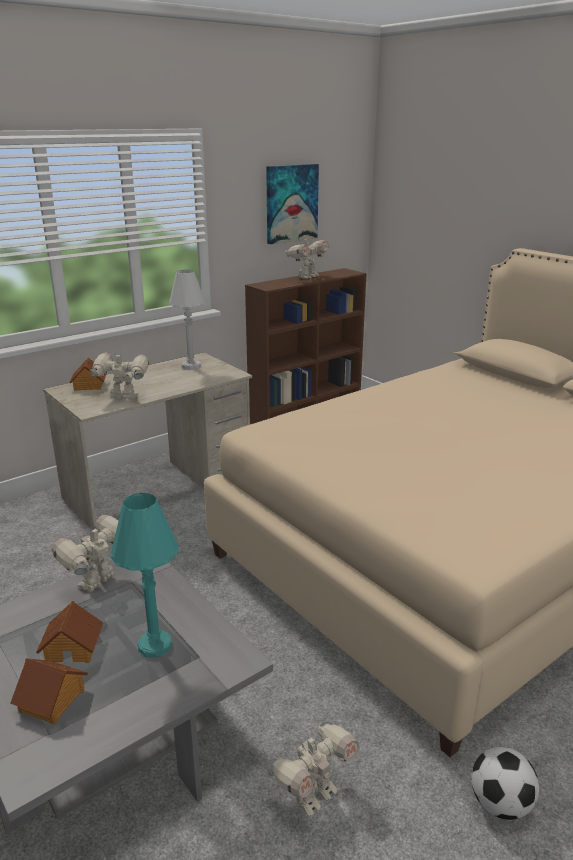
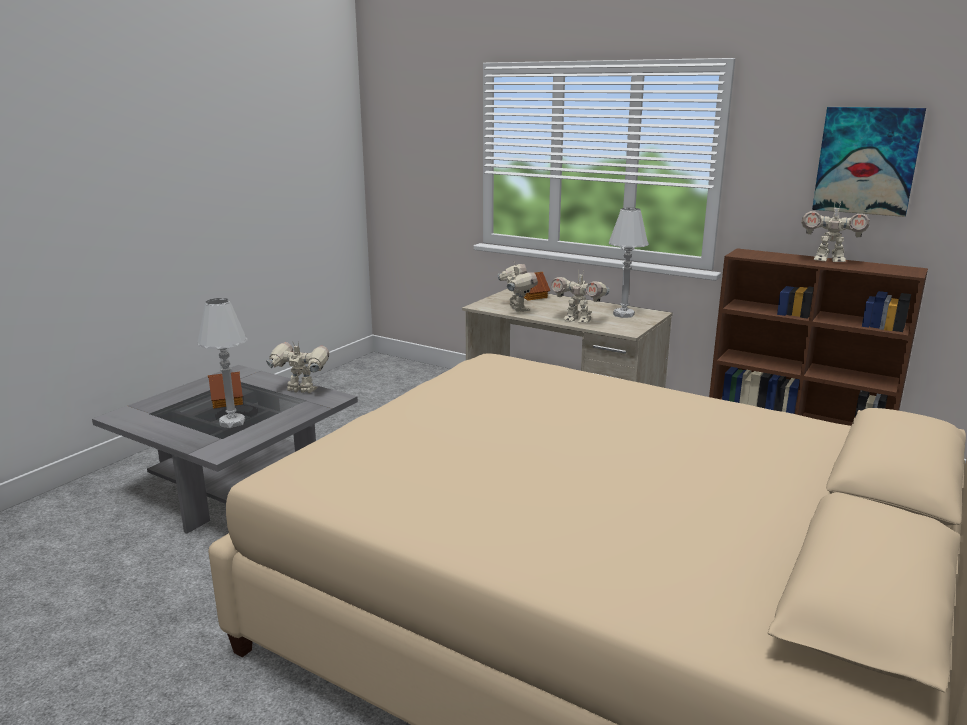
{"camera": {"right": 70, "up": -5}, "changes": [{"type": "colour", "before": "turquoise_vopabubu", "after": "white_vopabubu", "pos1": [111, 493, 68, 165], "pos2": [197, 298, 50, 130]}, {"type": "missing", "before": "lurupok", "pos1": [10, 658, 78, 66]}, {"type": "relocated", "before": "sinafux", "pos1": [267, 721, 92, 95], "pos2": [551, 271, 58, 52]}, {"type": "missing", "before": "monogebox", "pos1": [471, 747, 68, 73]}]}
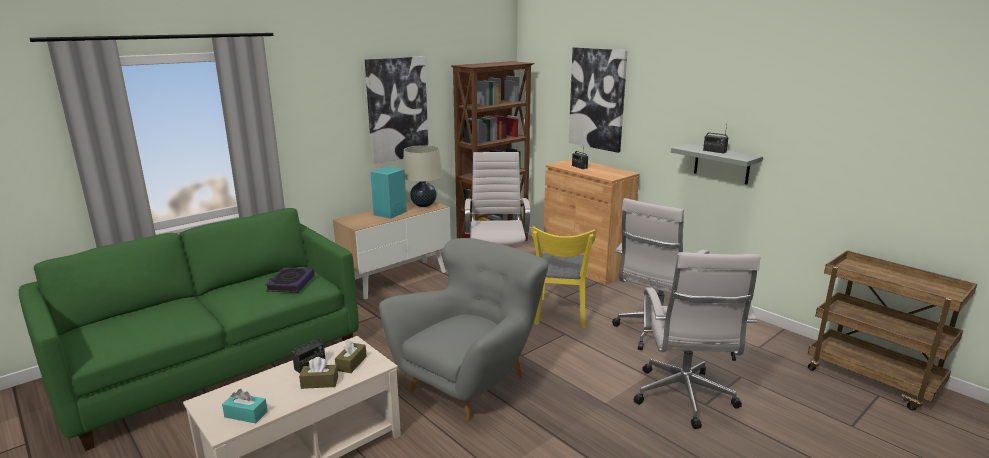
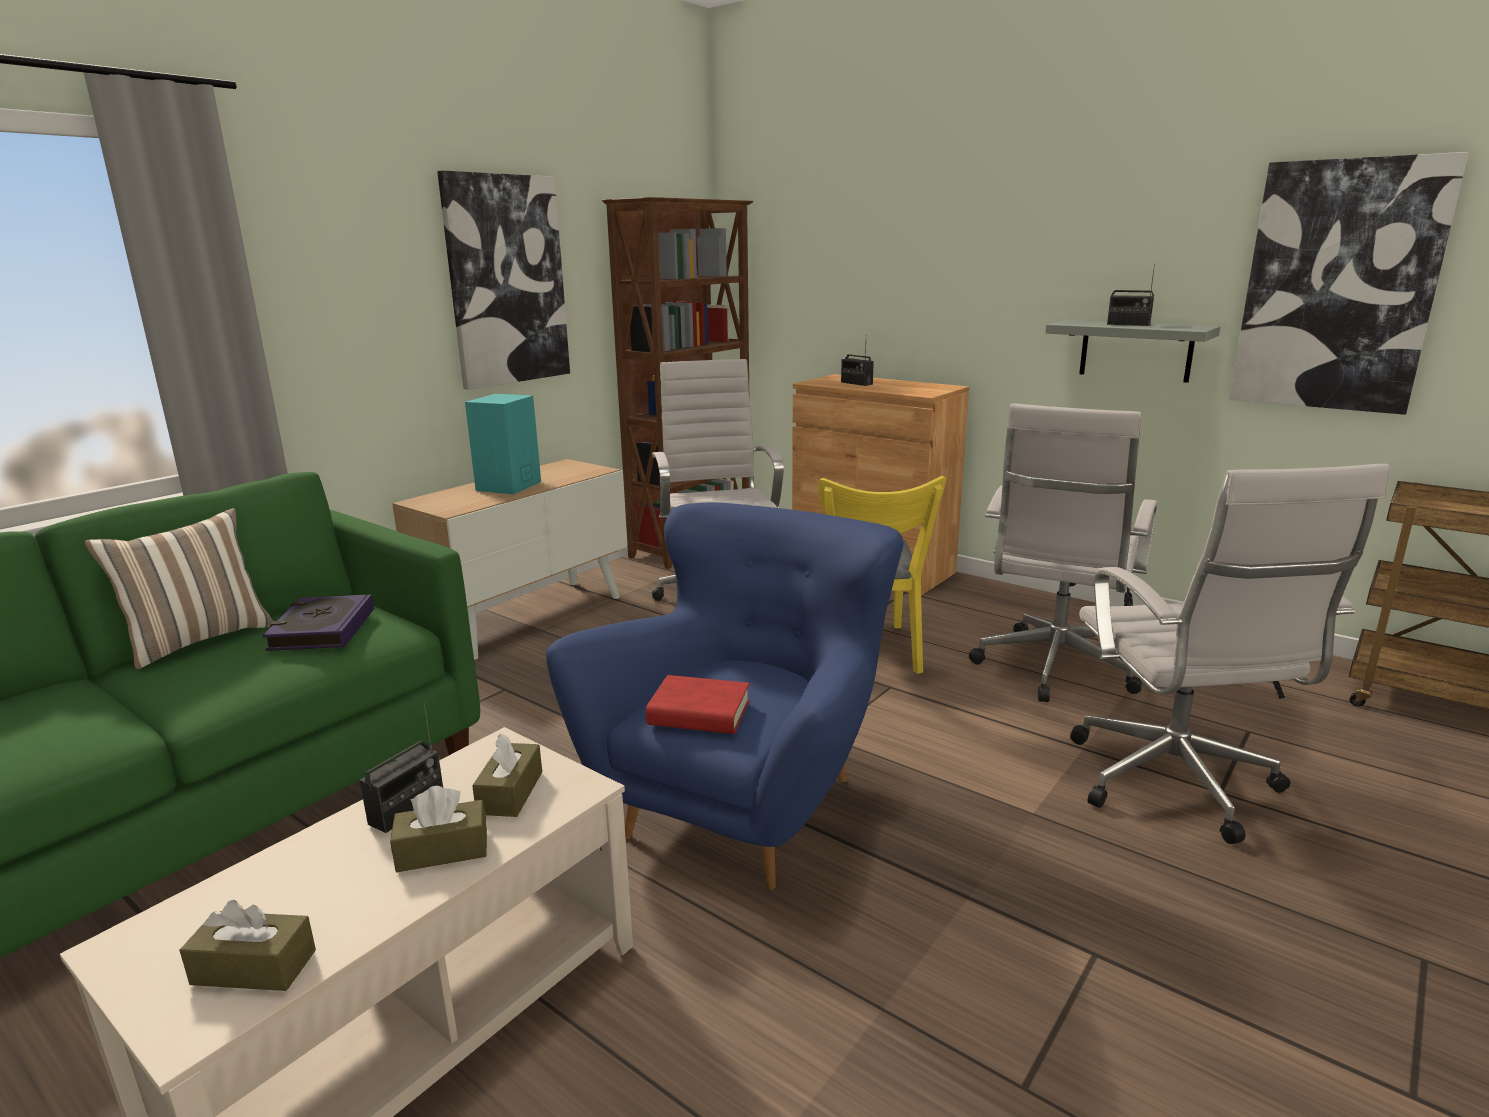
{"camera": {"right": -10, "up": 0}, "changes": [{"type": "relocated", "before": "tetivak", "pos1": [569, 47, 59, 106], "pos2": [1229, 152, 239, 263]}, {"type": "missing", "before": "beige_vopabubu", "pos1": [403, 145, 40, 62]}, {"type": "colour", "before": "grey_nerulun", "after": "blue_nerulun", "pos1": [379, 238, 169, 183], "pos2": [546, 502, 357, 388]}, {"type": "colour", "before": "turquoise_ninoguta", "after": "brown_ninoguta", "pos1": [222, 389, 46, 34], "pos2": [179, 900, 137, 91]}, {"type": "appeared", "after": "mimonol", "pos2": [85, 508, 188, 161]}, {"type": "appeared", "after": "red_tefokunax", "pos2": [646, 675, 104, 59]}]}
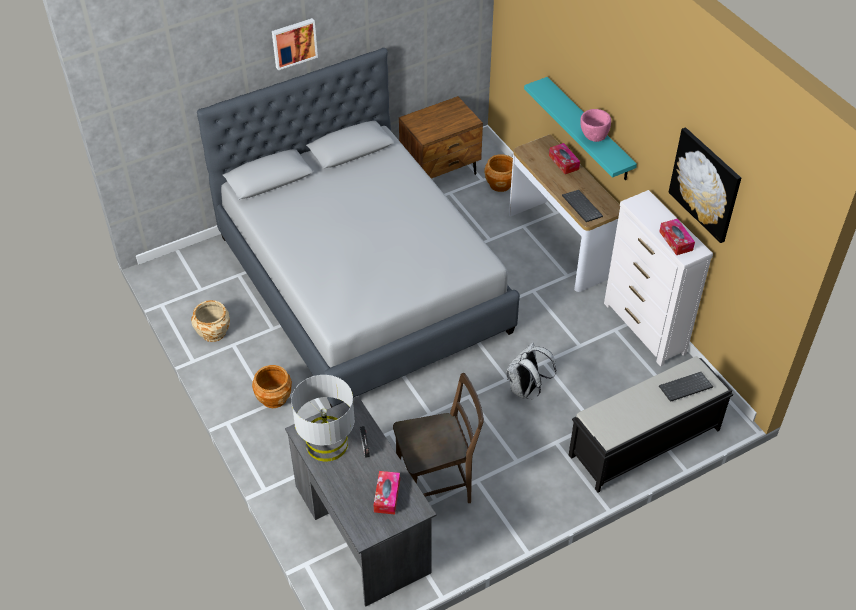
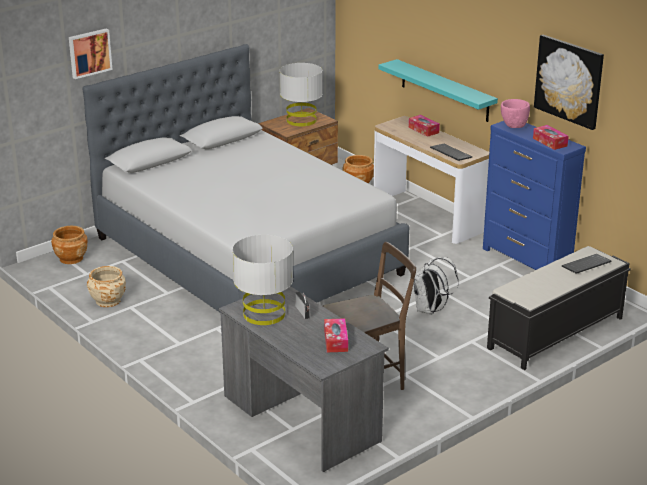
{"camera": {"right": -10, "up": -20}, "changes": [{"type": "relocated", "before": "tetivak", "pos1": [272, 18, 46, 52], "pos2": [69, 28, 44, 51]}, {"type": "relocated", "before": "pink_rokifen", "pos1": [580, 109, 31, 33], "pos2": [501, 99, 29, 29]}, {"type": "colour", "before": "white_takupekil", "after": "blue_takupekil", "pos1": [604, 190, 109, 176], "pos2": [483, 121, 103, 149]}, {"type": "relocated", "before": "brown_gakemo", "pos1": [252, 365, 40, 43], "pos2": [51, 226, 36, 38]}, {"type": "appeared", "after": "grey_vopabubu", "pos2": [280, 63, 42, 63]}]}
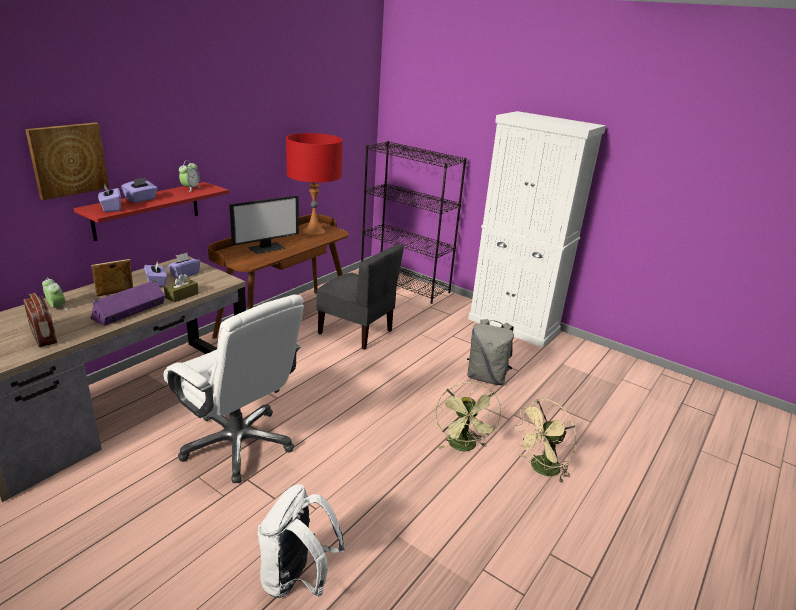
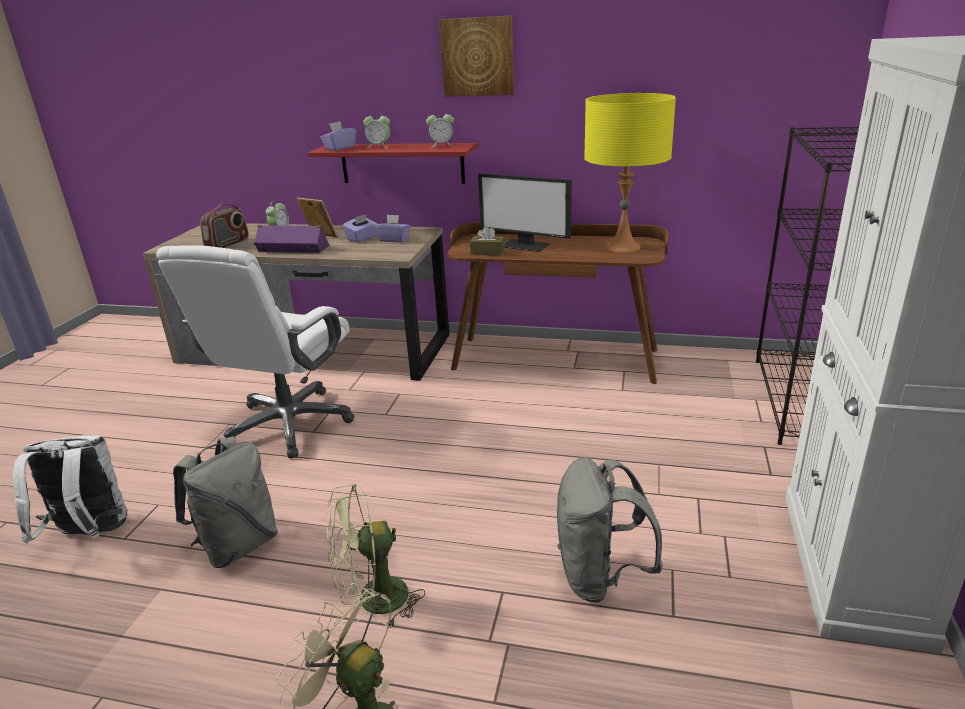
{"camera": {"right": 70, "up": 0}, "changes": [{"type": "relocated", "before": "tetivak", "pos1": [25, 122, 84, 78], "pos2": [439, 16, 75, 80]}, {"type": "colour", "before": "red_vopabubu", "after": "yellow_vopabubu", "pos1": [286, 133, 57, 102], "pos2": [584, 93, 92, 160]}, {"type": "exchanged", "before": "purple_ninoguta", "after": "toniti", "pos1": [121, 177, 37, 26], "pos2": [363, 111, 27, 37]}, {"type": "missing", "before": "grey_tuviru", "pos1": [316, 244, 88, 106]}, {"type": "relocated", "before": "brown_ninoguta", "pos1": [164, 274, 35, 29], "pos2": [470, 226, 35, 29]}, {"type": "appeared", "after": "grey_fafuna", "pos2": [173, 436, 105, 132]}]}
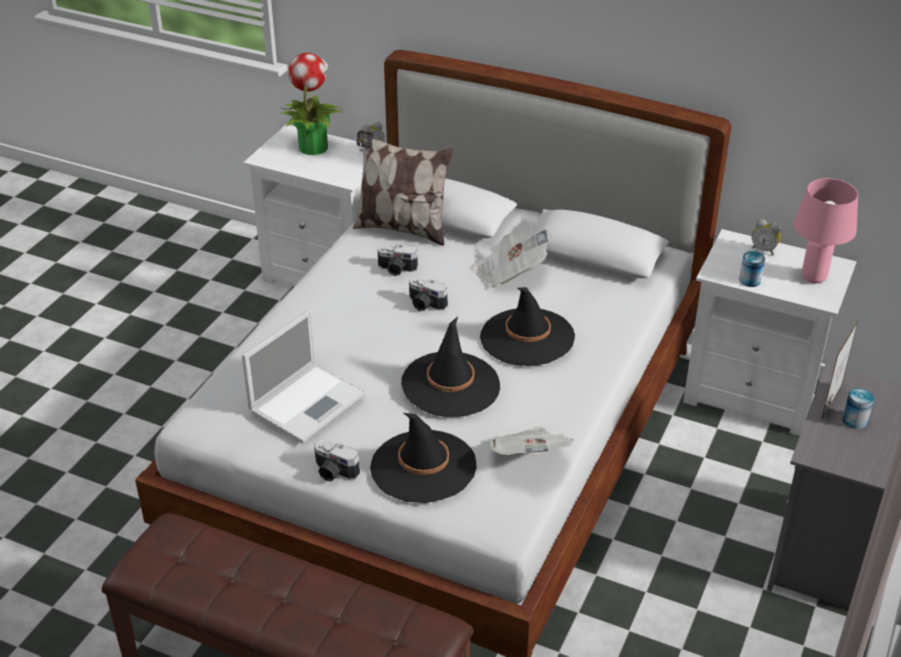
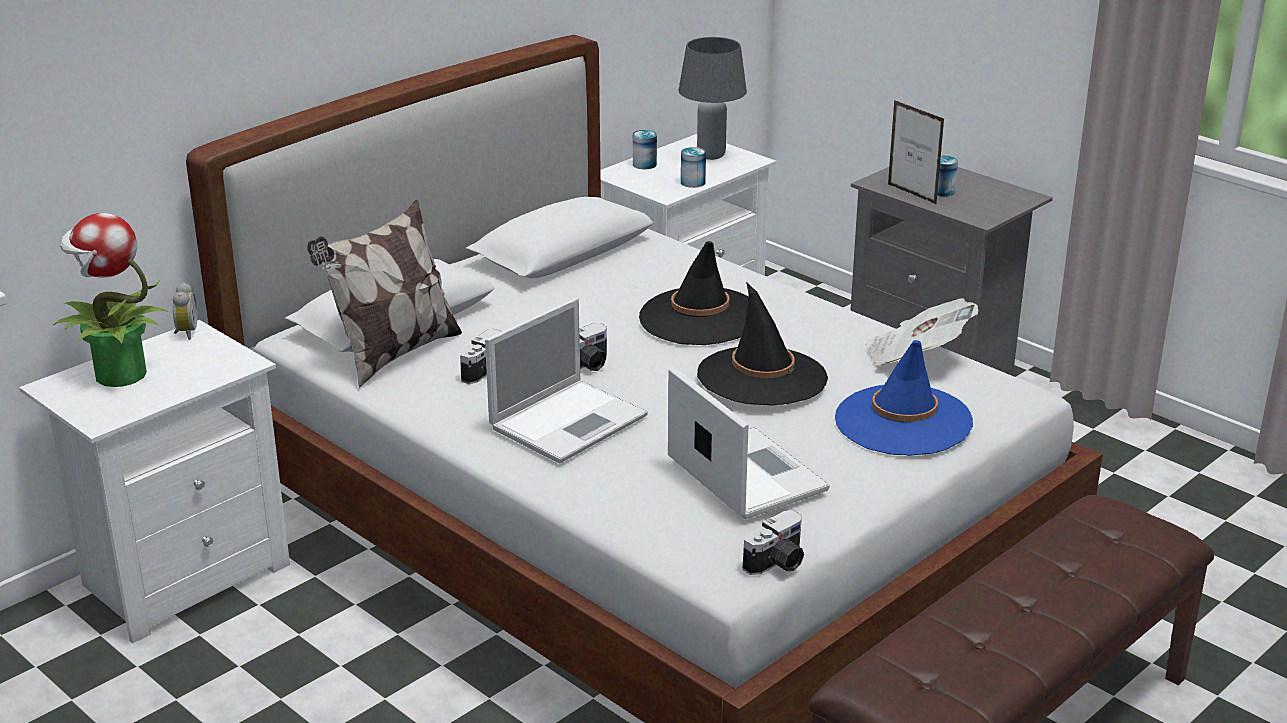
{"camera": {"right": -70, "up": -10}, "changes": [{"type": "colour", "before": "pink_vopabubu", "after": "grey_vopabubu", "pos1": [793, 178, 65, 106], "pos2": [679, 37, 68, 123]}, {"type": "exchanged", "before": "toniti", "after": "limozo", "pos1": [752, 219, 29, 37], "pos2": [633, 130, 24, 39]}, {"type": "missing", "before": "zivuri", "pos1": [473, 225, 79, 63]}, {"type": "colour", "before": "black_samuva", "after": "blue_samuva", "pos1": [370, 413, 107, 90], "pos2": [835, 340, 138, 116]}, {"type": "relocated", "before": "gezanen", "pos1": [314, 440, 46, 41], "pos2": [742, 510, 62, 65]}, {"type": "appeared", "after": "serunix", "pos2": [485, 298, 163, 166]}]}
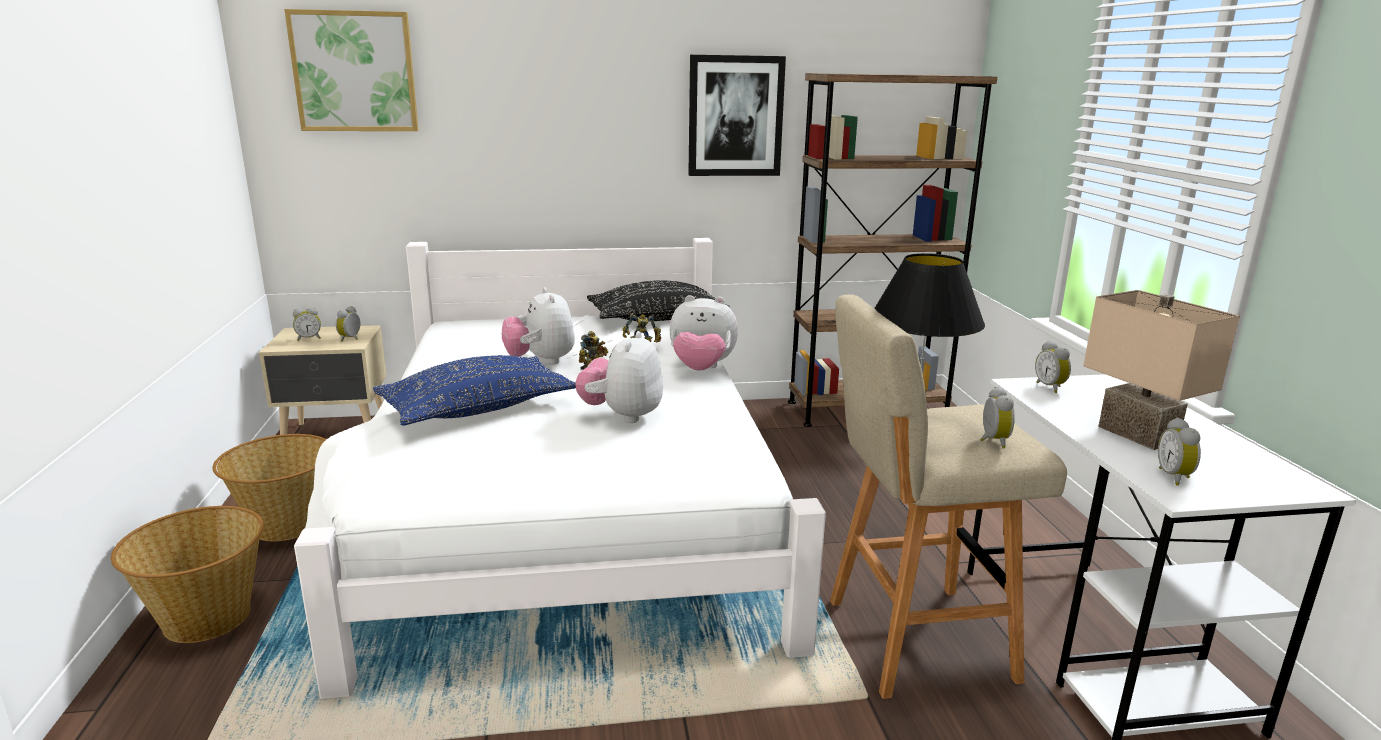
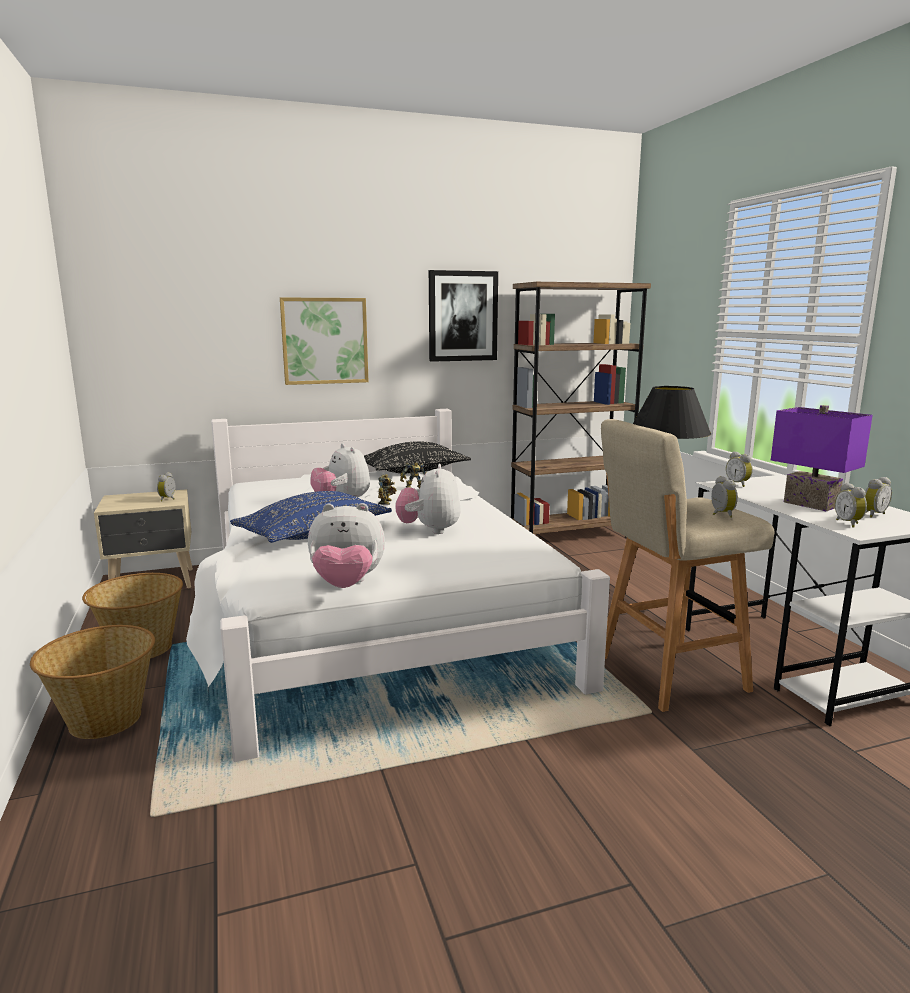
{"camera": {"right": -10, "up": -5}, "changes": [{"type": "relocated", "before": "tetivak", "pos1": [284, 9, 135, 122], "pos2": [280, 297, 89, 88]}, {"type": "colour", "before": "beige_vopabubu", "after": "purple_vopabubu", "pos1": [1083, 290, 157, 160], "pos2": [771, 405, 102, 106]}, {"type": "relocated", "before": "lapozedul", "pos1": [670, 295, 68, 76], "pos2": [308, 503, 77, 85]}, {"type": "relocated", "before": "toniti", "pos1": [293, 307, 28, 34], "pos2": [865, 477, 27, 41]}]}
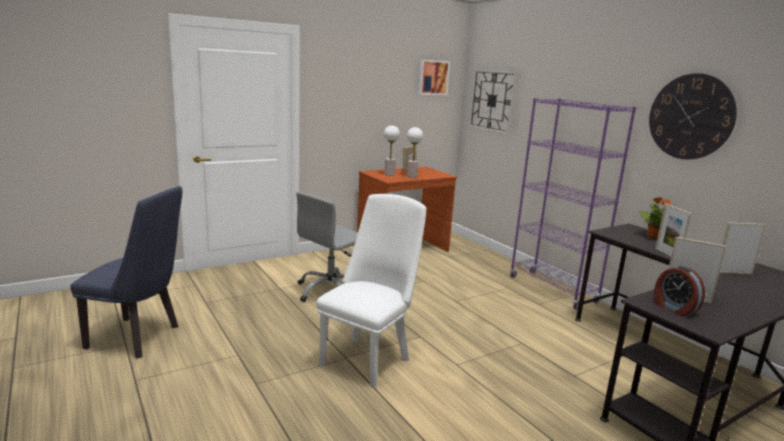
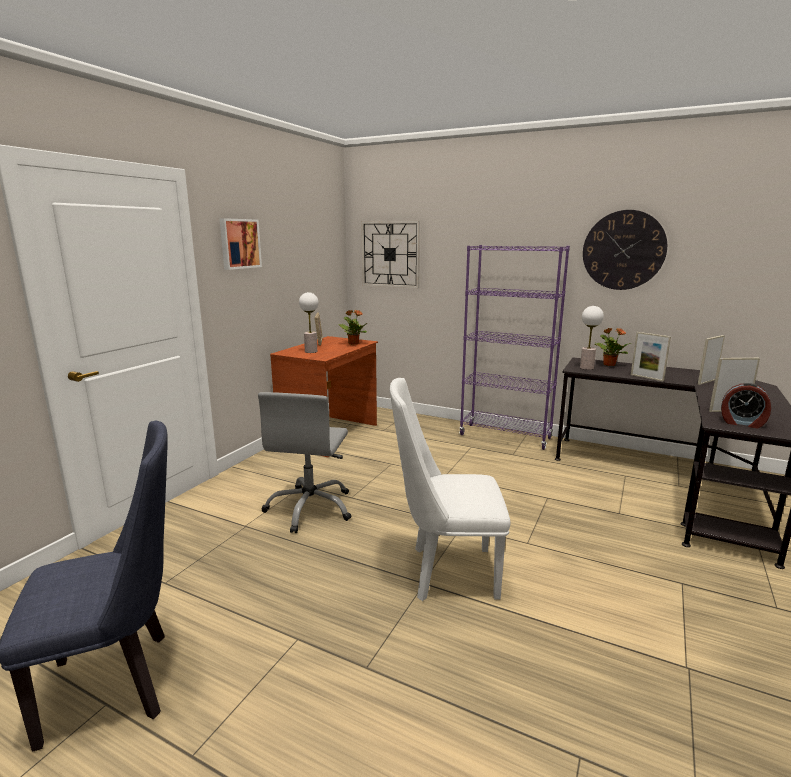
{"camera": {"right": -30, "up": 0}, "changes": [{"type": "relocated", "before": "tetivak", "pos1": [418, 60, 32, 35], "pos2": [219, 218, 43, 52]}, {"type": "relocated", "before": "vopabubu", "pos1": [407, 127, 16, 51], "pos2": [580, 306, 24, 64]}, {"type": "spun", "before": "white_tuviru", "pos1": [316, 194, 110, 194], "pos2": [390, 378, 120, 223], "turn": -90}, {"type": "appeared", "after": "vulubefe", "pos2": [338, 310, 29, 35]}]}
